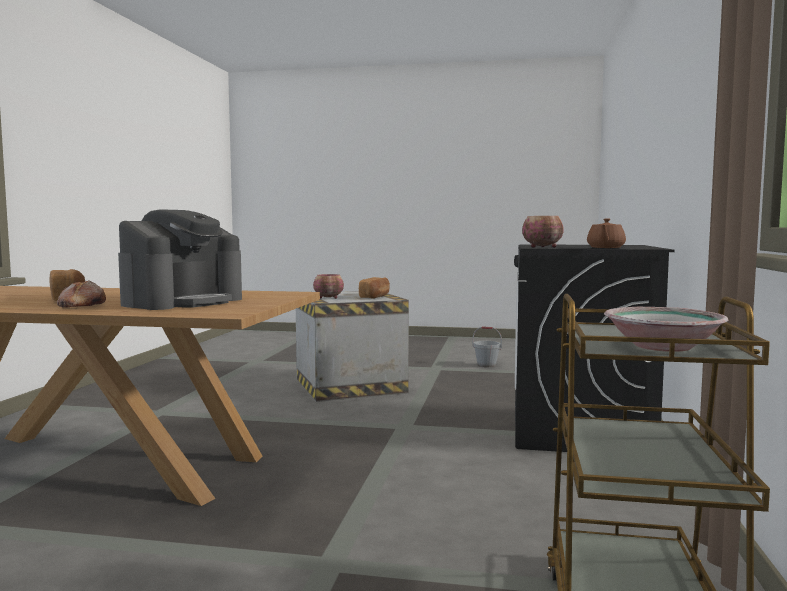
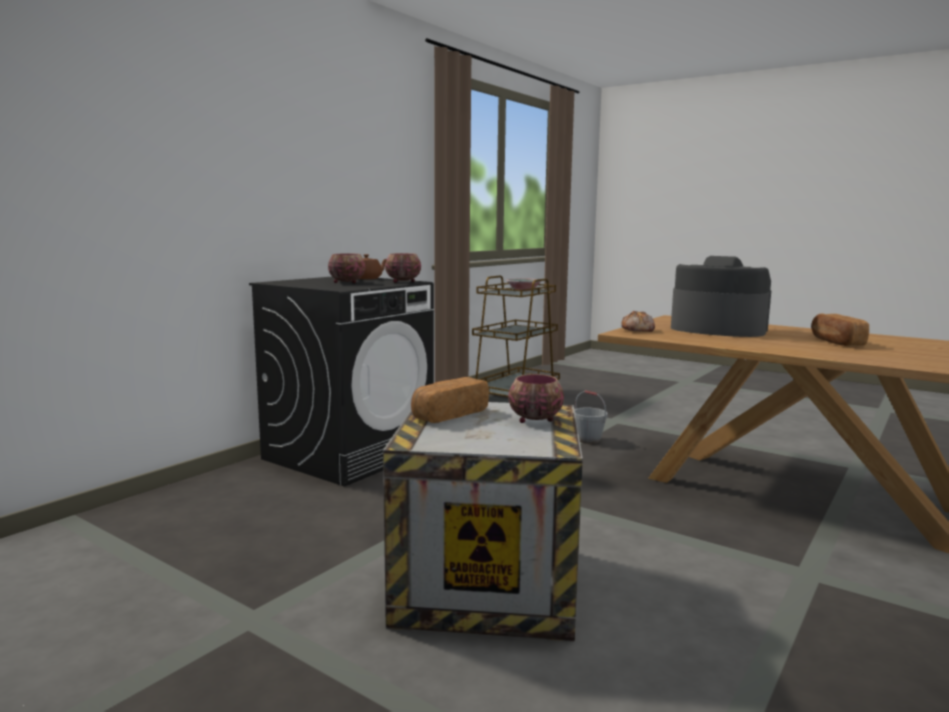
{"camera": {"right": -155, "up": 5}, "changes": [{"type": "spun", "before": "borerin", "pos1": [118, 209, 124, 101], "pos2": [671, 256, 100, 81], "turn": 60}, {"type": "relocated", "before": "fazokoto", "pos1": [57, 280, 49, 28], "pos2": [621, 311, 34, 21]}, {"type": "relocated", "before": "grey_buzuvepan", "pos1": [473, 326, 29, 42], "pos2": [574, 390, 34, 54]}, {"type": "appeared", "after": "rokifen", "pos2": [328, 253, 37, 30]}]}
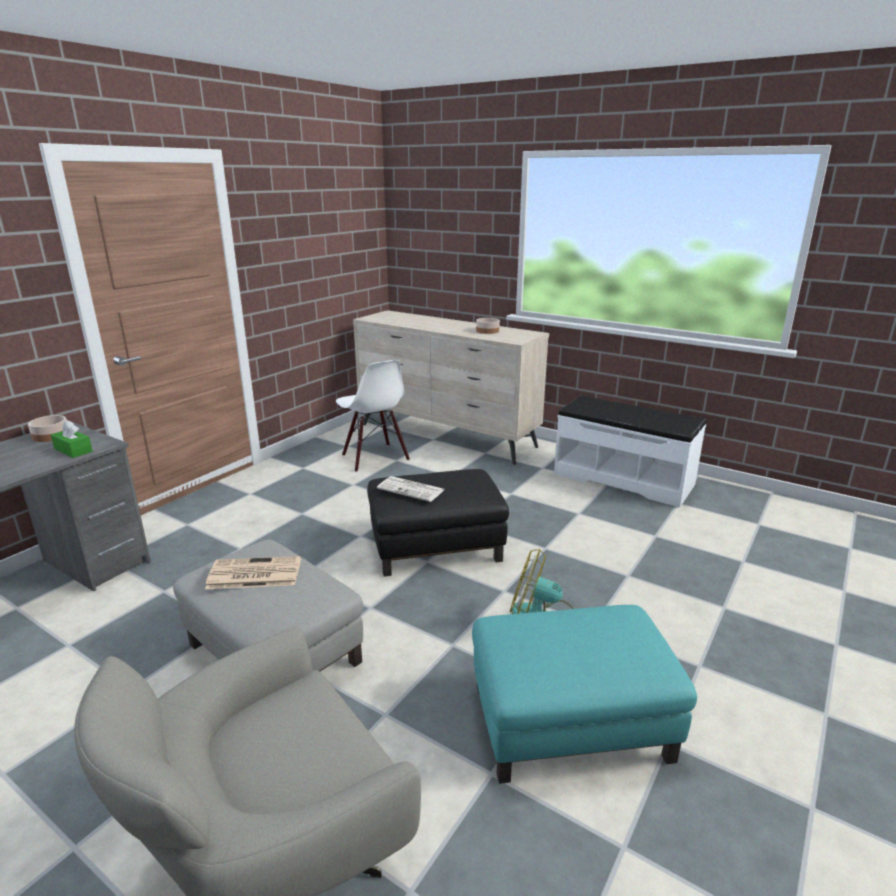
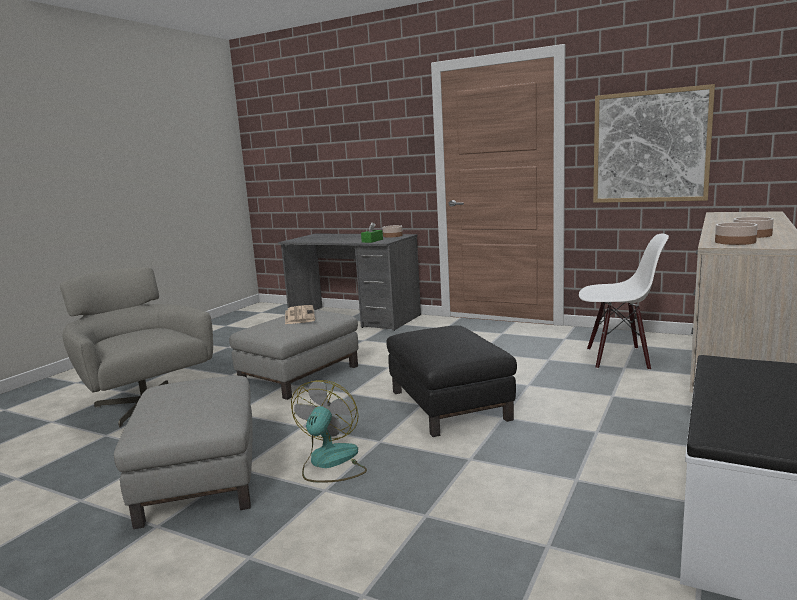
{"camera": {"right": 85, "up": -10}, "changes": [{"type": "spun", "before": "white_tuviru", "pos1": [336, 360, 74, 112], "pos2": [579, 234, 90, 136], "turn": -135}, {"type": "missing", "before": "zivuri", "pos1": [377, 476, 67, 26]}, {"type": "colour", "before": "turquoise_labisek", "after": "grey_labisek", "pos1": [472, 605, 225, 179], "pos2": [114, 376, 138, 153]}, {"type": "appeared", "after": "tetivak", "pos2": [593, 84, 122, 119]}, {"type": "appeared", "after": "rokifen", "pos2": [715, 222, 43, 23]}]}
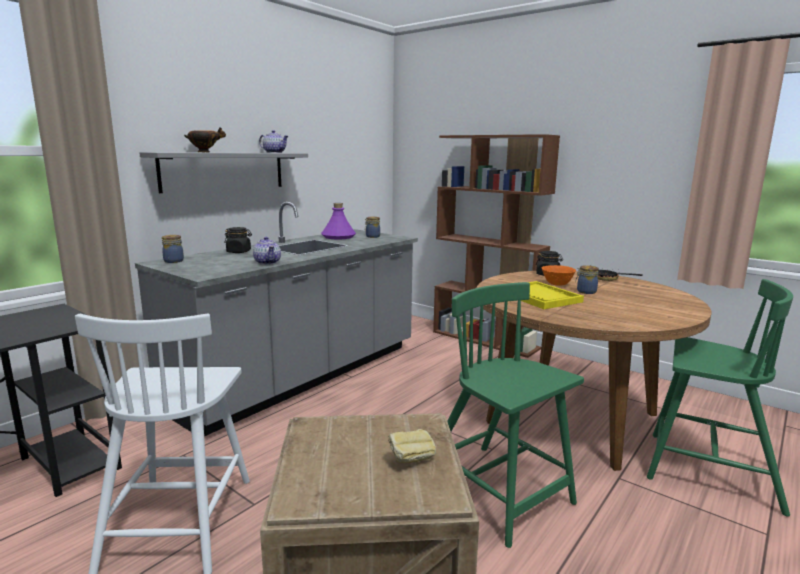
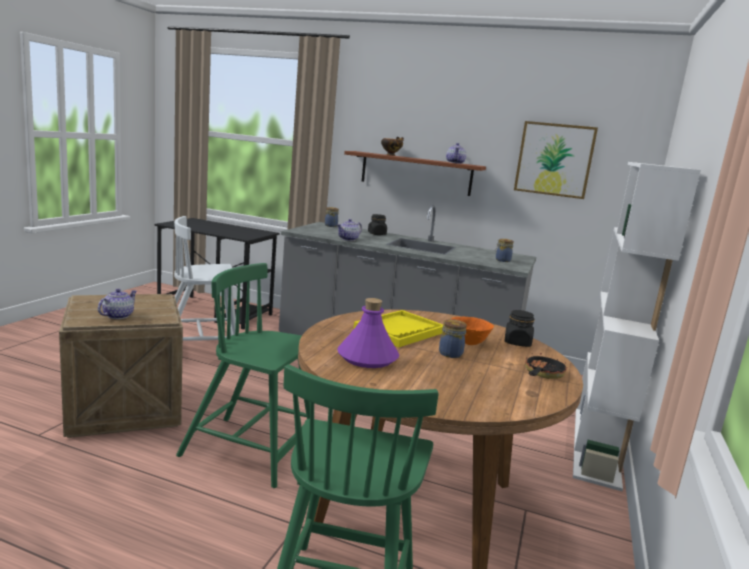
{"camera": {"right": 70, "up": 0}, "changes": [{"type": "colour", "before": "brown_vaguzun", "after": "white_vaguzun", "pos1": [433, 134, 127, 224], "pos2": [573, 162, 128, 329]}, {"type": "colour", "before": "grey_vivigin", "after": "brown_vivigin", "pos1": [139, 152, 169, 41], "pos2": [344, 151, 142, 45]}, {"type": "relocated", "before": "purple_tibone", "pos1": [321, 203, 35, 36], "pos2": [337, 298, 62, 70]}, {"type": "spun", "before": "green_tuviru", "pos1": [447, 282, 137, 266], "pos2": [176, 263, 134, 225], "turn": -105}, {"type": "exchanged", "before": "fazokoto", "after": "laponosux", "pos1": [388, 429, 48, 34], "pos2": [98, 289, 39, 30]}, {"type": "appeared", "after": "tetivak", "pos2": [514, 121, 84, 78]}]}
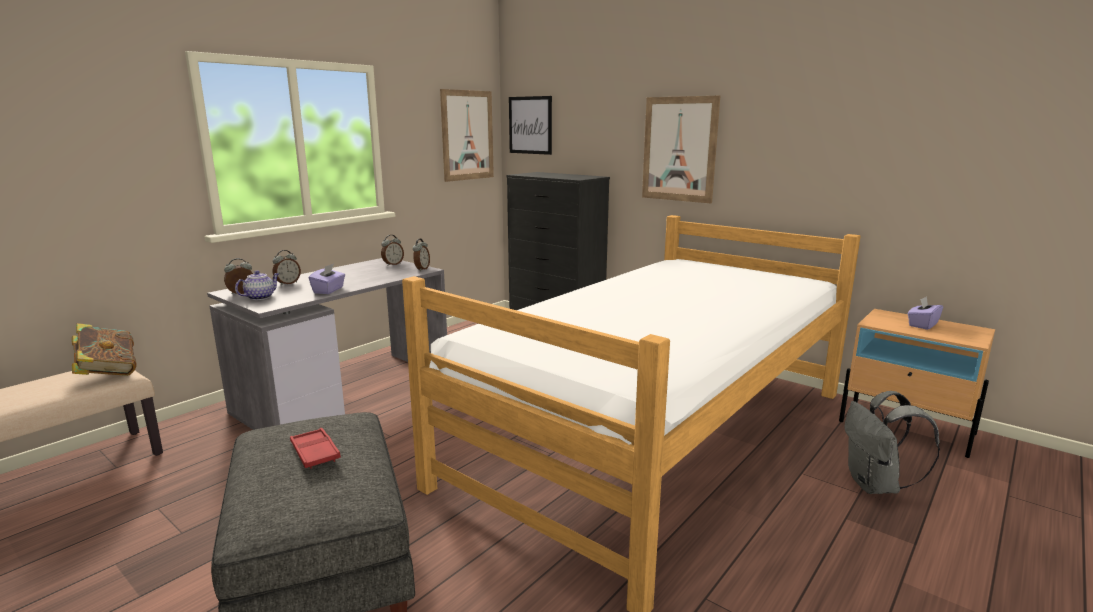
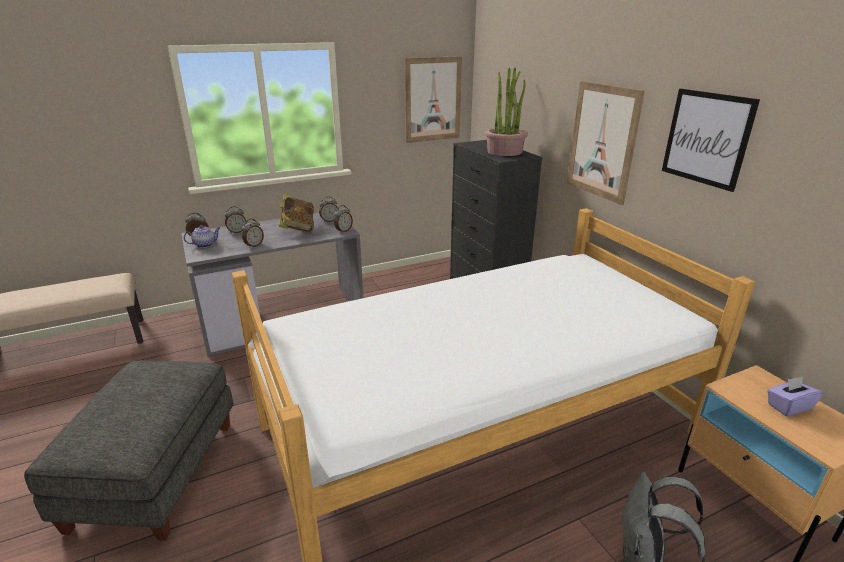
{"camera": {"right": 25, "up": 10}, "changes": [{"type": "relocated", "before": "tetivak", "pos1": [509, 96, 43, 59], "pos2": [662, 89, 98, 103]}, {"type": "exchanged", "before": "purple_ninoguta", "after": "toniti", "pos1": [309, 264, 36, 30], "pos2": [242, 219, 22, 29]}, {"type": "relocated", "before": "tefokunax", "pos1": [72, 323, 65, 53], "pos2": [279, 194, 35, 38]}, {"type": "missing", "before": "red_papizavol", "pos1": [290, 428, 51, 41]}, {"type": "appeared", "after": "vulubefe", "pos2": [485, 68, 43, 88]}]}
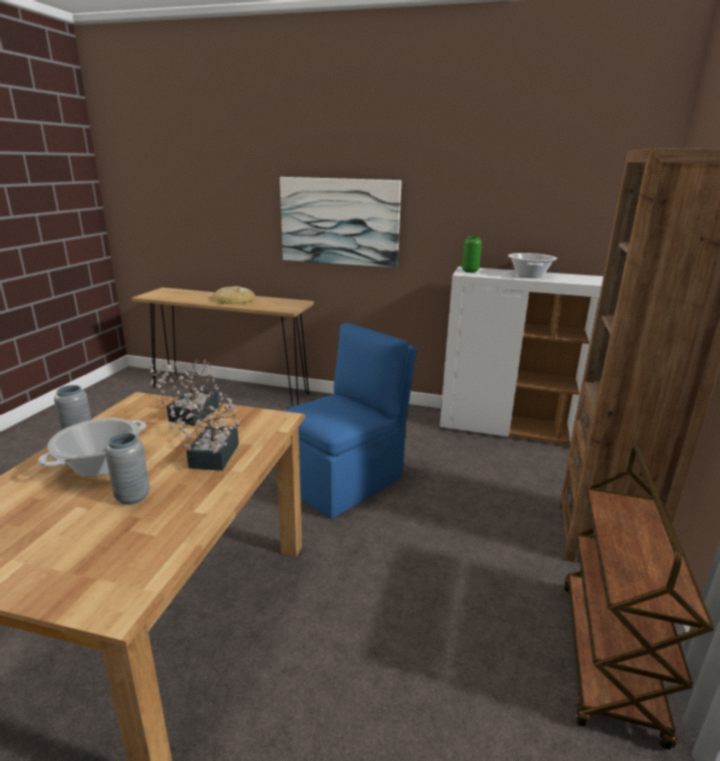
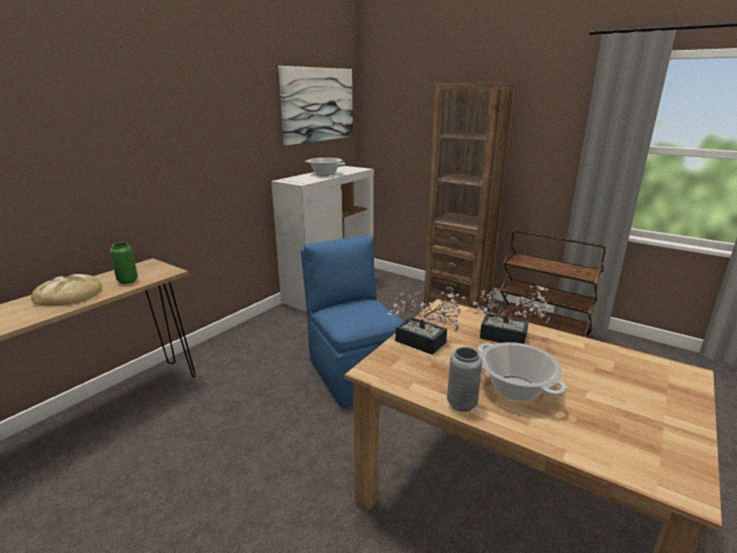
{"camera": {"right": -70, "up": 0}, "changes": [{"type": "relocated", "before": "tetivak", "pos1": [280, 177, 121, 91], "pos2": [278, 66, 75, 79]}, {"type": "relocated", "before": "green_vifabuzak", "pos1": [462, 236, 20, 37], "pos2": [110, 243, 28, 41]}, {"type": "missing", "before": "grey_vifabuzak", "pos1": [105, 433, 45, 72]}]}
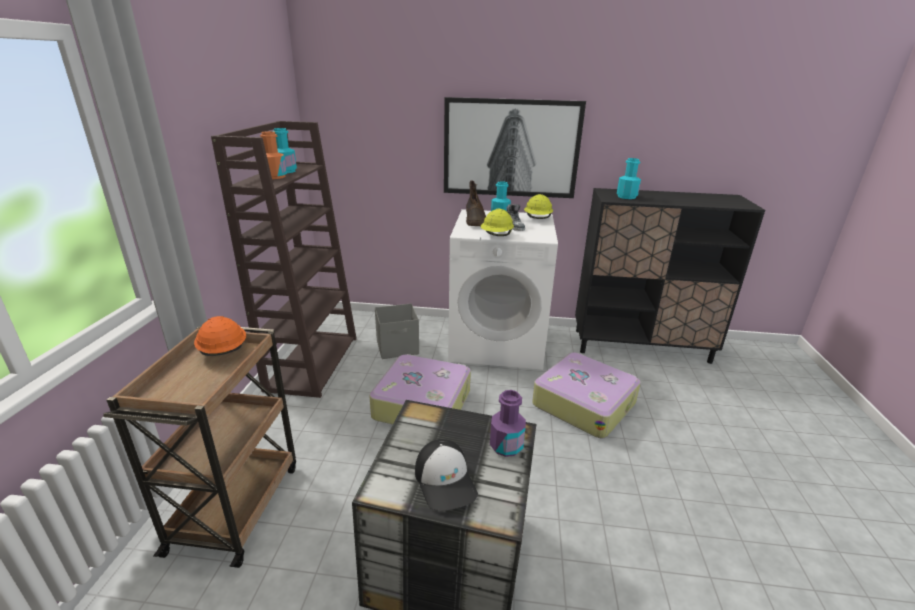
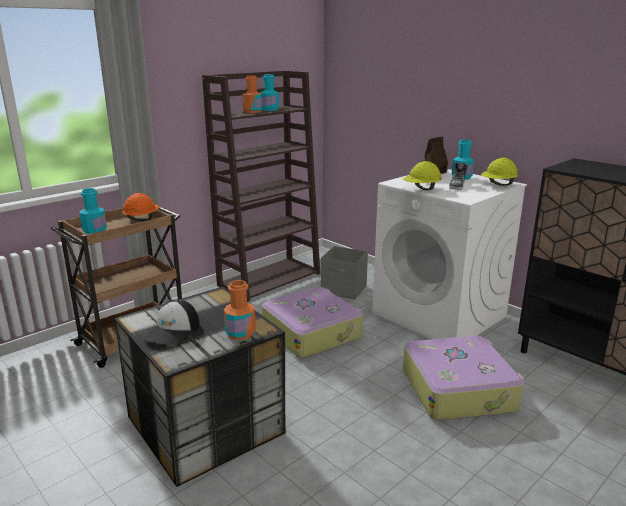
{"camera": {"right": 40, "up": -5}, "changes": [{"type": "missing", "before": "tetivak", "pos1": [444, 97, 142, 101]}, {"type": "relocated", "before": "turquoise_tibone", "pos1": [617, 158, 24, 41], "pos2": [79, 188, 28, 46]}, {"type": "colour", "before": "purple_tibone", "after": "orange_tibone", "pos1": [490, 390, 36, 67], "pos2": [224, 280, 32, 60]}]}
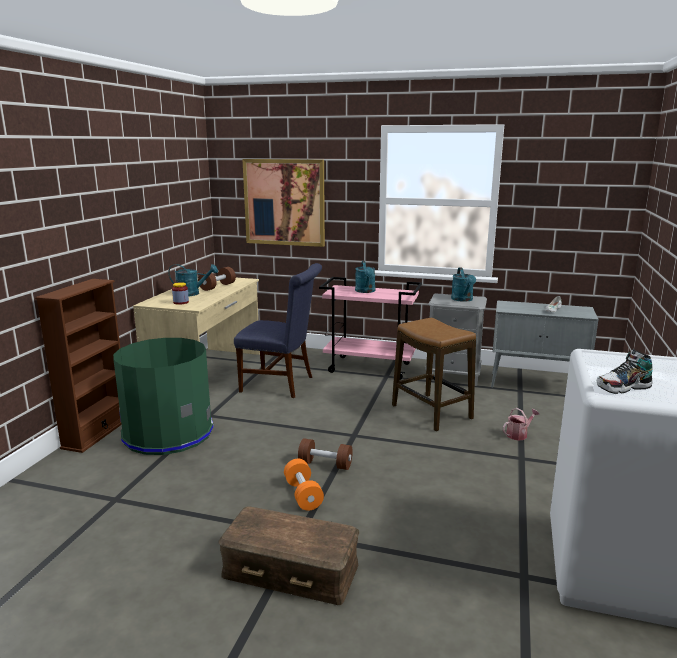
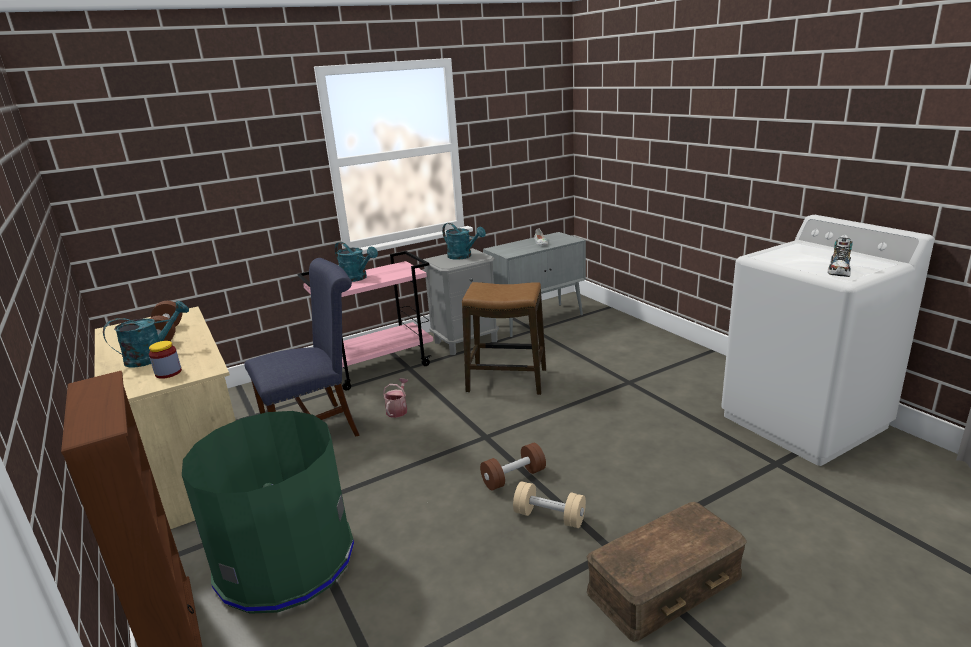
{"camera": {"right": -45, "up": 5}, "changes": [{"type": "missing", "before": "tetivak", "pos1": [242, 159, 83, 88]}, {"type": "relocated", "before": "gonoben", "pos1": [503, 408, 36, 33], "pos2": [383, 378, 25, 40]}, {"type": "colour", "before": "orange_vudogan", "after": "beige_vudogan", "pos1": [284, 459, 40, 52], "pos2": [513, 481, 73, 47]}]}
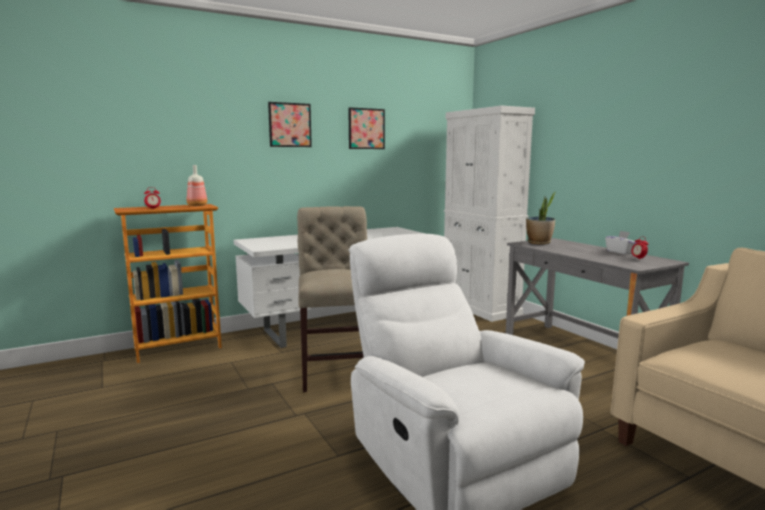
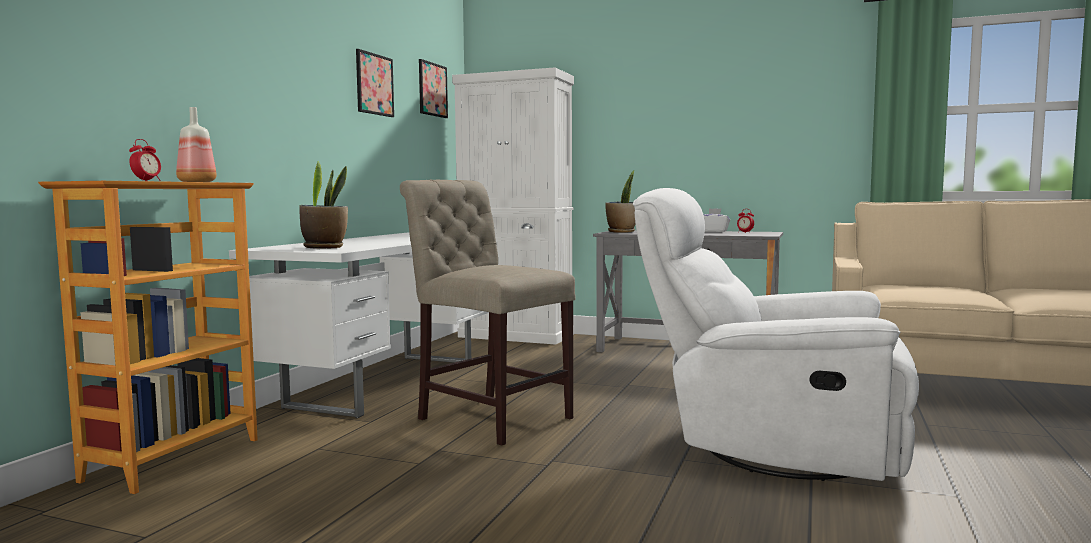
{"camera": {"right": -40, "up": -5}, "changes": [{"type": "relocated", "before": "tetivak", "pos1": [268, 102, 44, 45], "pos2": [419, 59, 29, 59]}, {"type": "appeared", "after": "vulubefe", "pos2": [299, 161, 49, 88]}]}
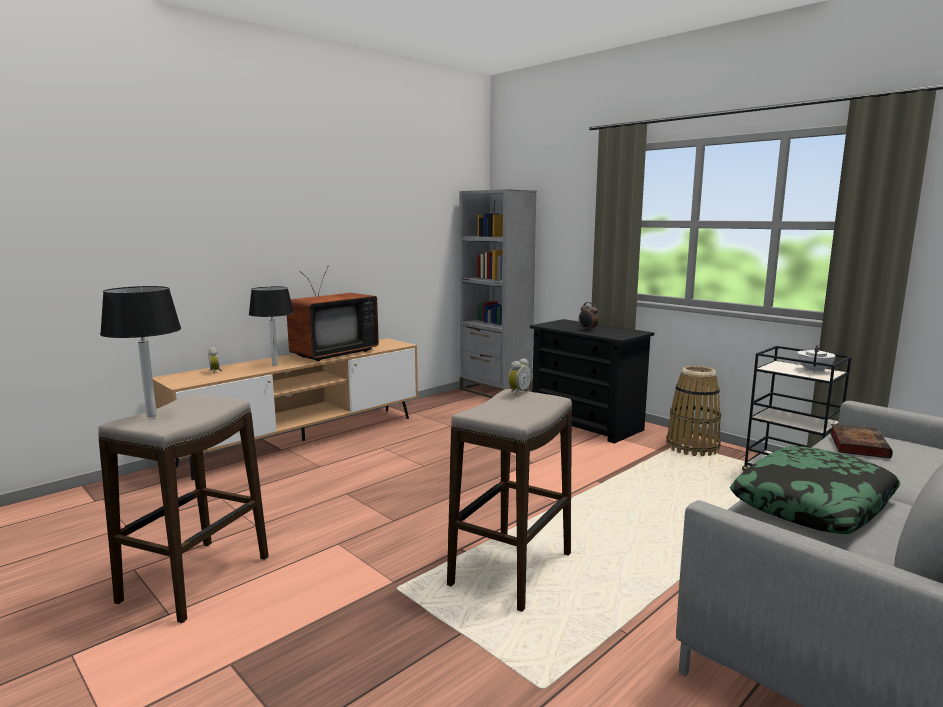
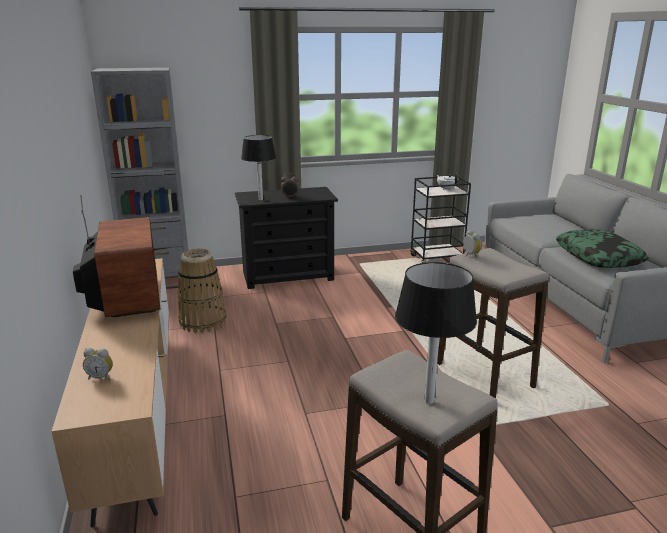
{"camera": {"right": -60, "up": 10}, "changes": [{"type": "relocated", "before": "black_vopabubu", "pos1": [249, 286, 45, 80], "pos2": [241, 135, 35, 65]}, {"type": "relocated", "before": "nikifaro", "pos1": [666, 365, 55, 91], "pos2": [177, 248, 49, 85]}, {"type": "missing", "before": "tefokunax", "pos1": [830, 424, 63, 34]}]}
